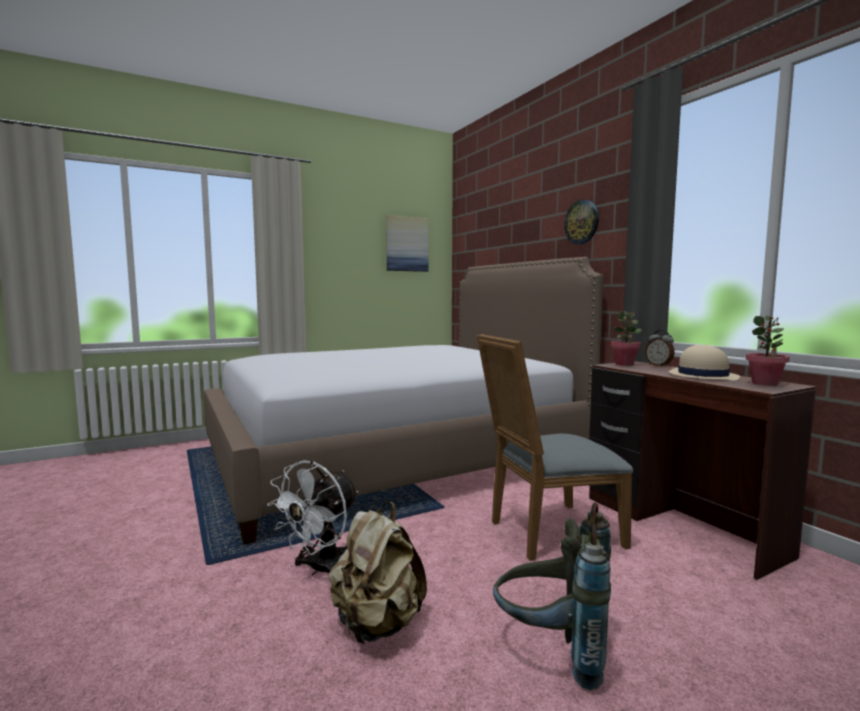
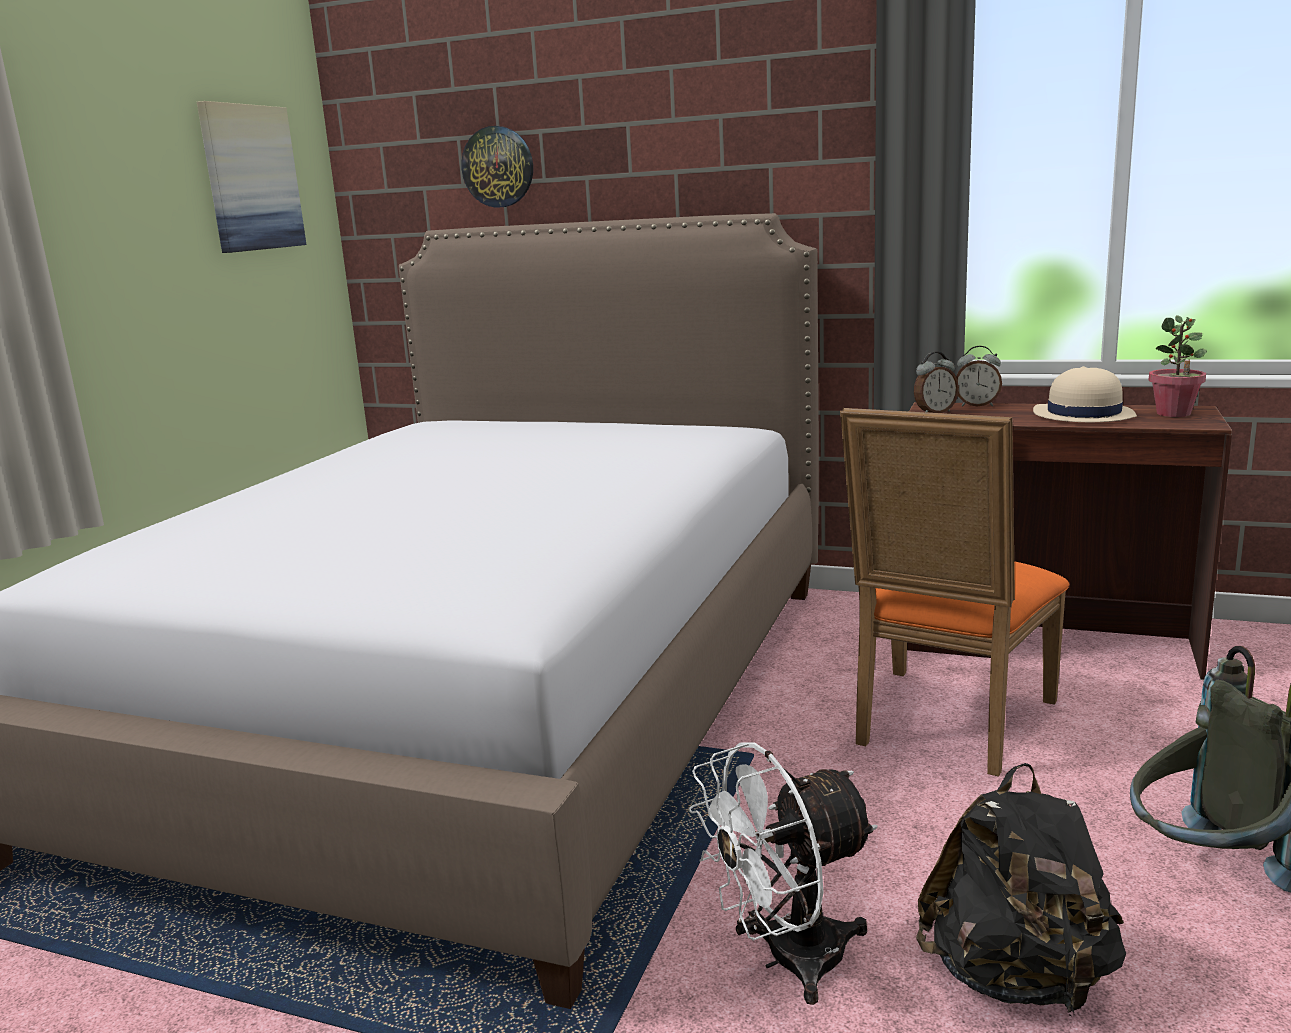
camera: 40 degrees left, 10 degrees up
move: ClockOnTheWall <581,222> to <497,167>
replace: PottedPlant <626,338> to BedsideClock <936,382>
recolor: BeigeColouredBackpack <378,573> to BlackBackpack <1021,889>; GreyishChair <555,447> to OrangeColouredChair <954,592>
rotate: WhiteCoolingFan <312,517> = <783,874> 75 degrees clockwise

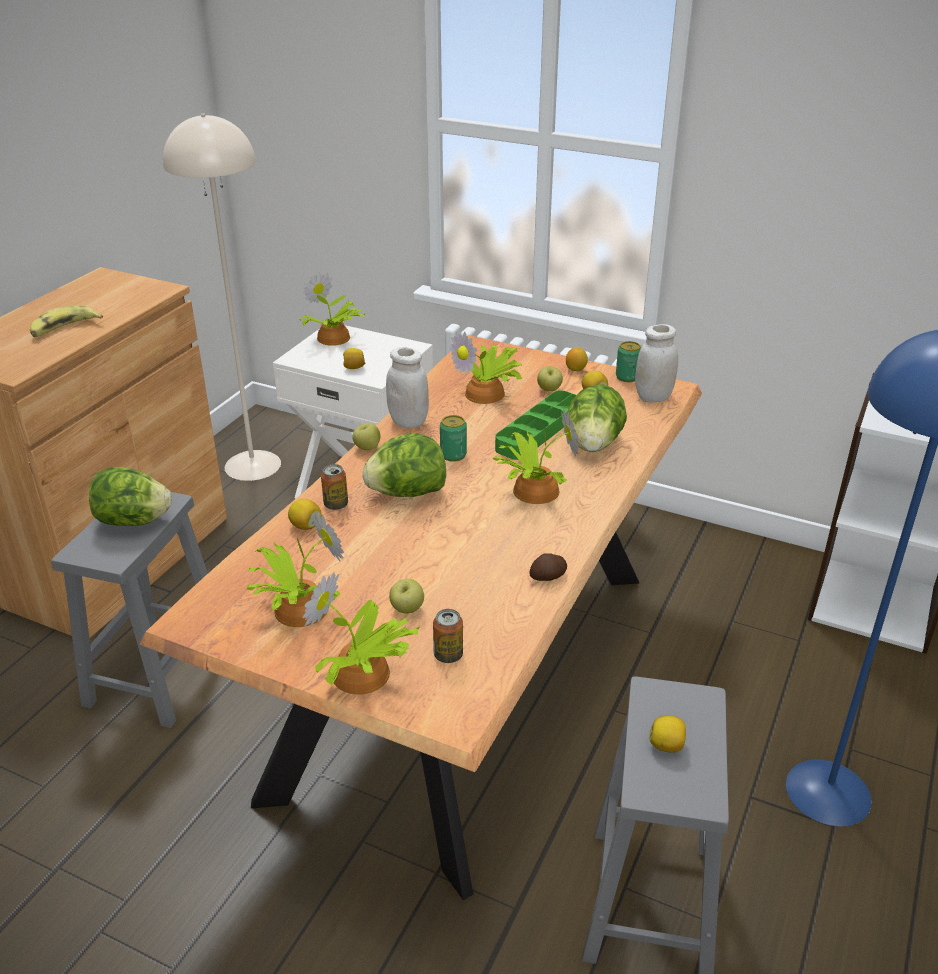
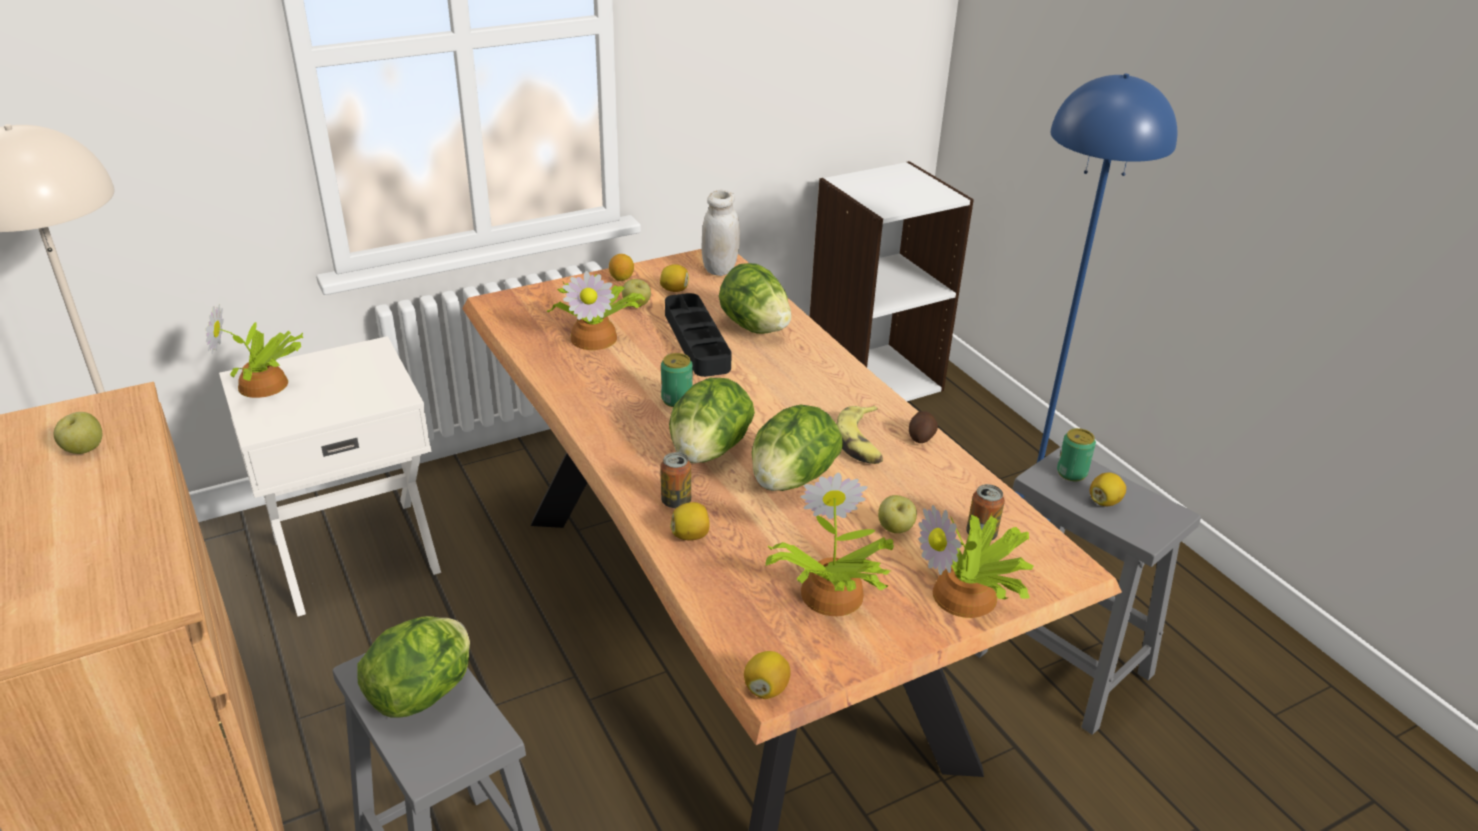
camera: 55 degrees left, 0 degrees up
delete: WhitePreserveJar <407,387>; PottedPlant <536,457>
insert: HeadOfLettuce <797,448>
move: Banana <66,321> to <859,435>; WholeLemon <354,358> to <767,675>; Apple <366,436> to <78,433>; SealedCan <628,361> to <1076,454>
recolor: GreenishTray <535,425> to BlackTray <698,335>

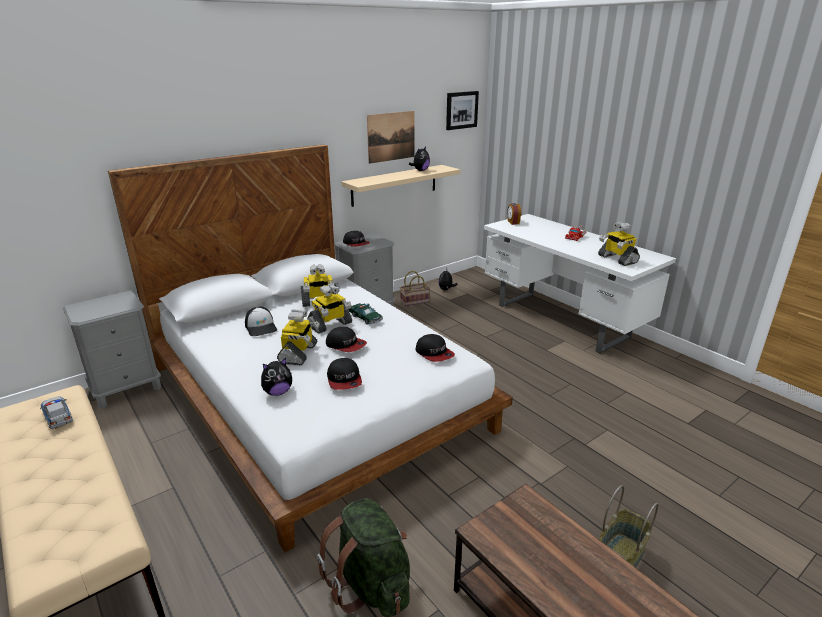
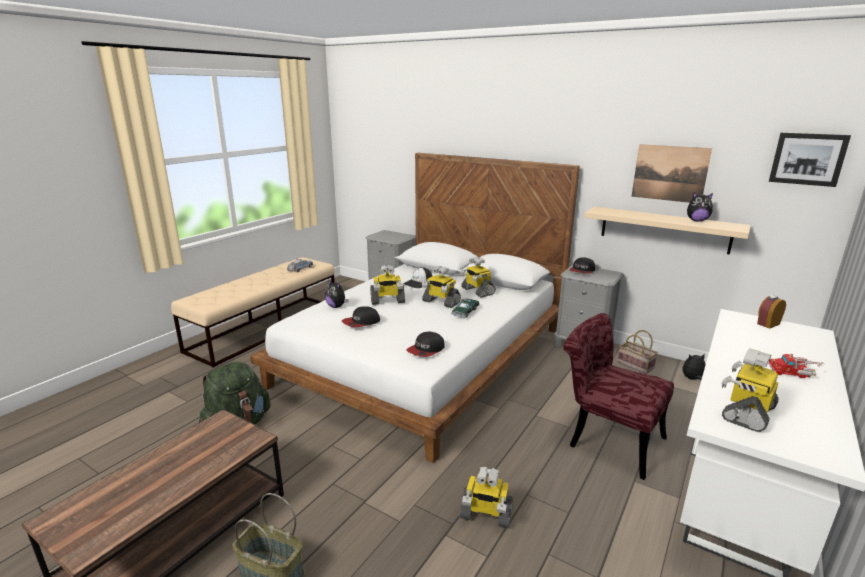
camera: 70 degrees right, 5 degrees down
delete: Cap <346,339>
insert: ToyRobot <486,498>; ReddishChair <618,396>

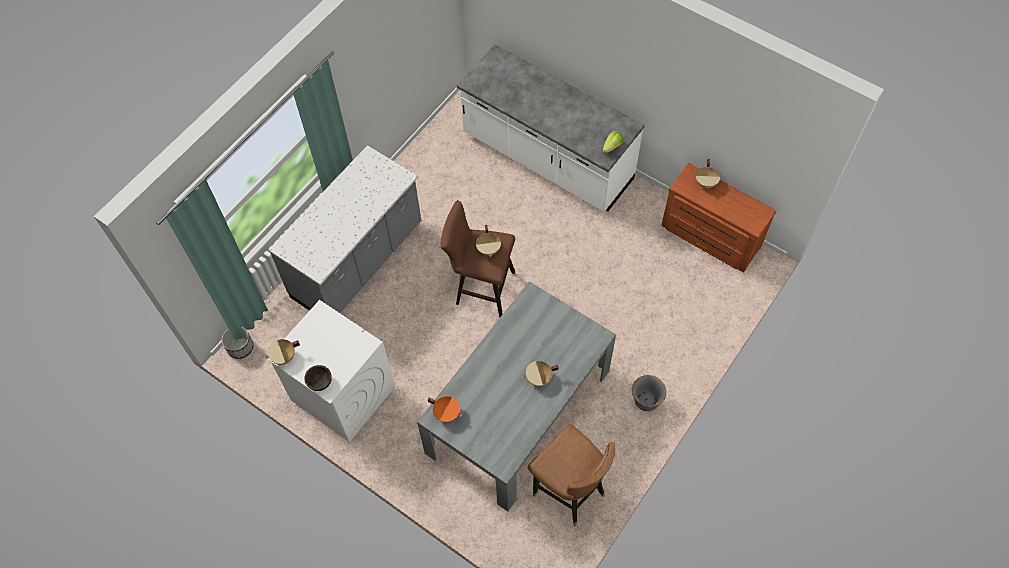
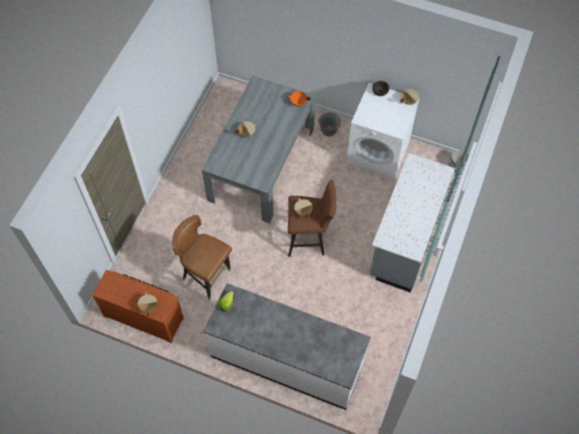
camera: 165 degrees right, 0 degrees up
move: BrownColouredChair <571,475> to <202,257>; GreyishPlantPot <649,393> to <330,124>

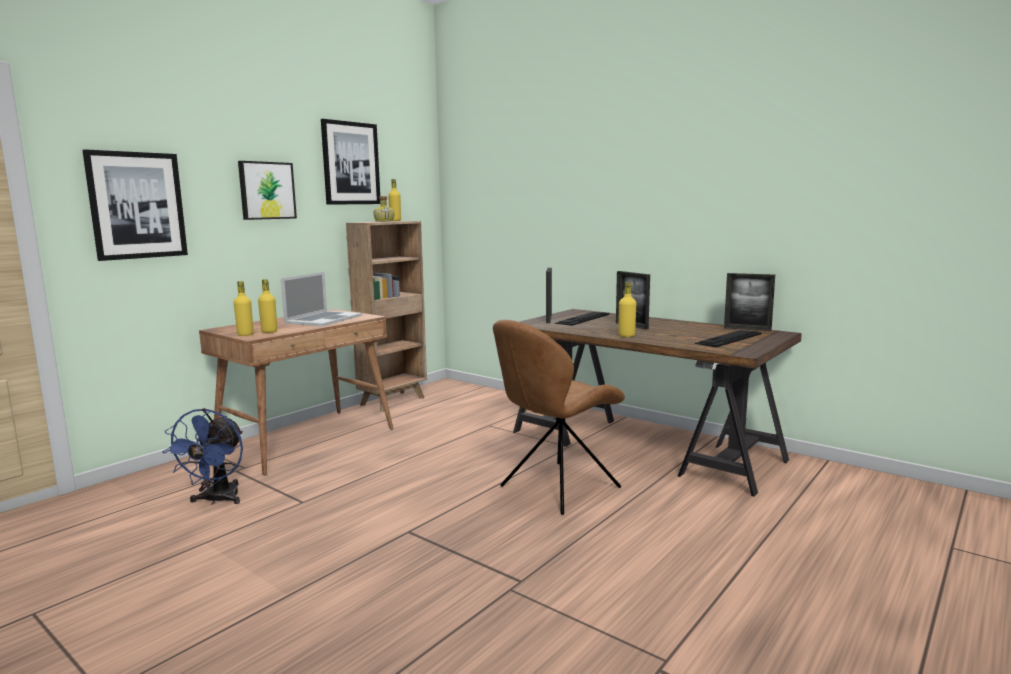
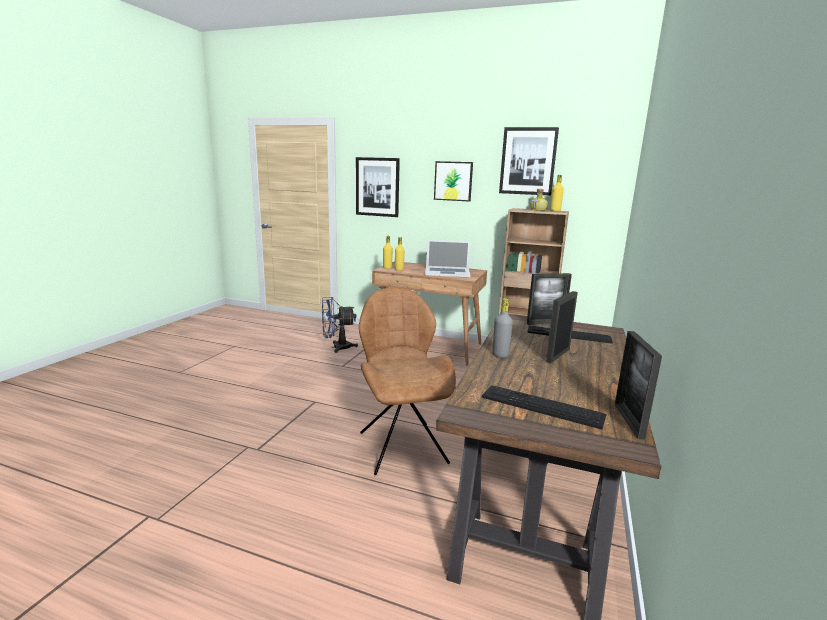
camera: 70 degrees right, 5 degrees up
recolor: YellowishBeverageBottle <627,309> to GreyishBeverageBottle <502,328>
rotate: BrownColouredChair <559,417> = <407,381> 45 degrees clockwise

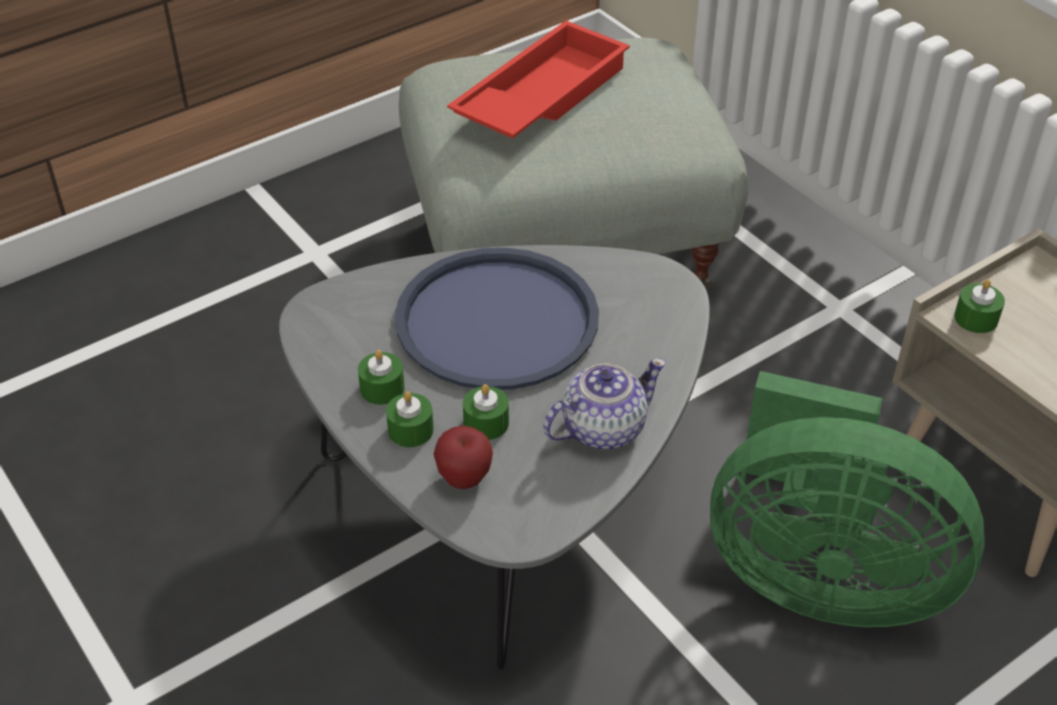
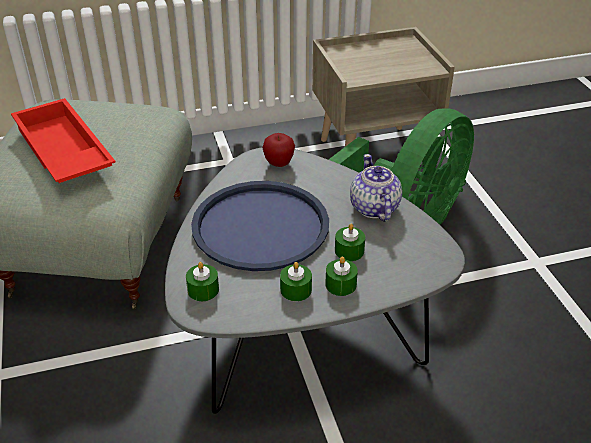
camera: 70 degrees left, 5 degrees down
move: Apple <463,457> to <278,150>; GreenishCandle <979,306> to <202,281>

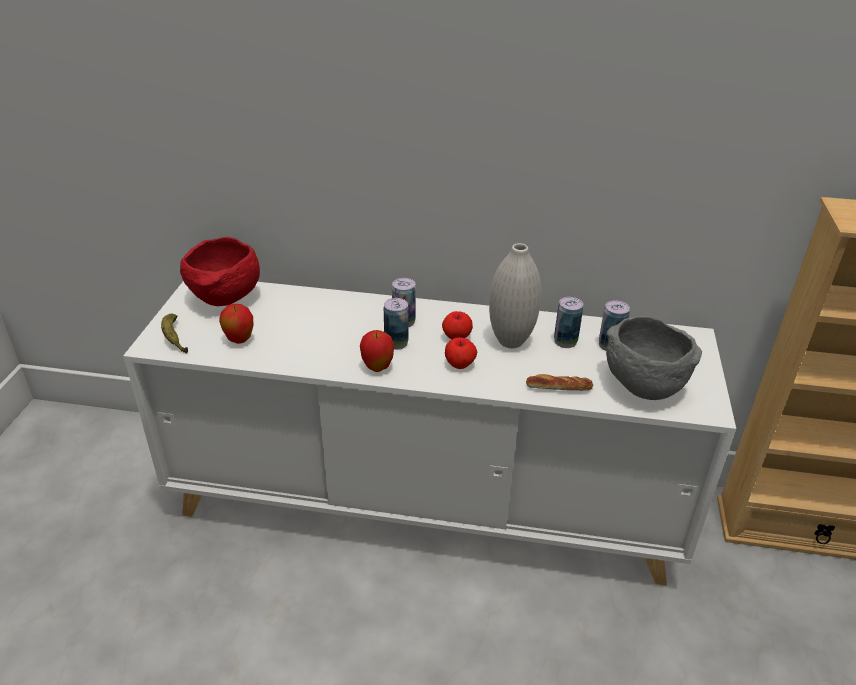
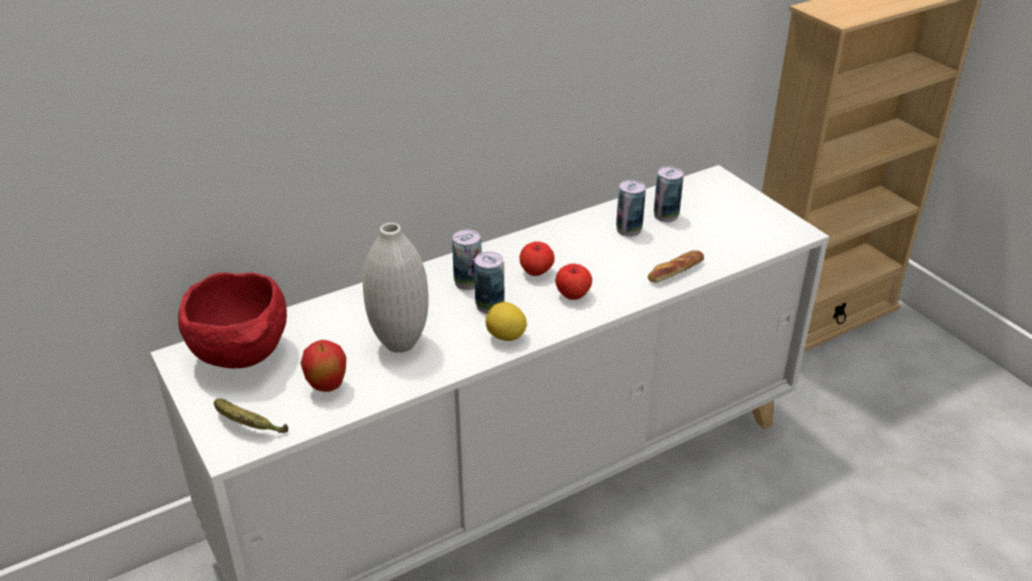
camera: 40 degrees left, 0 degrees up
delete: GreyishServingBowl <654,358>
move: WhiteVase <515,295> to <396,288>
replace: Apple <377,351> to WholeLemon <506,321>

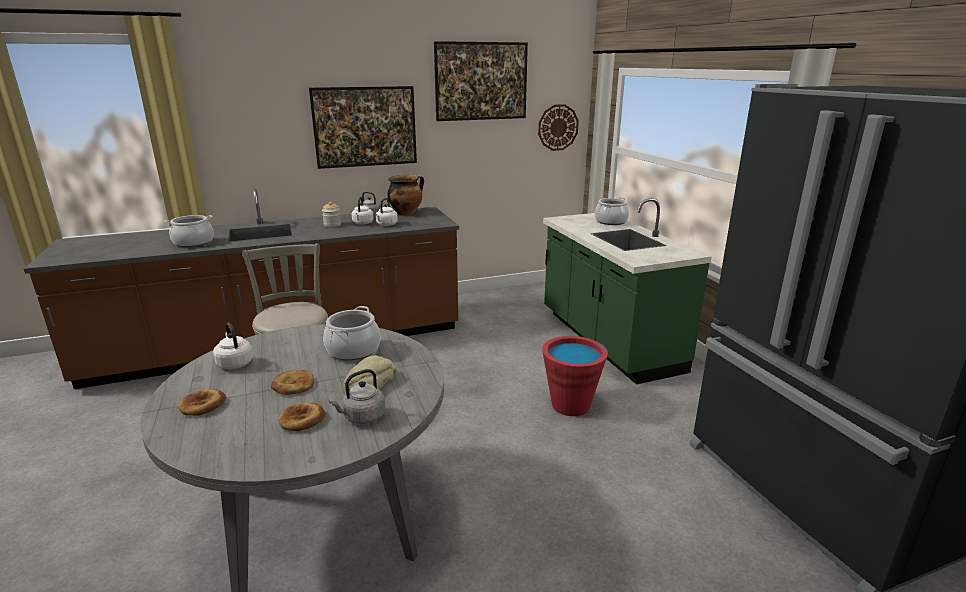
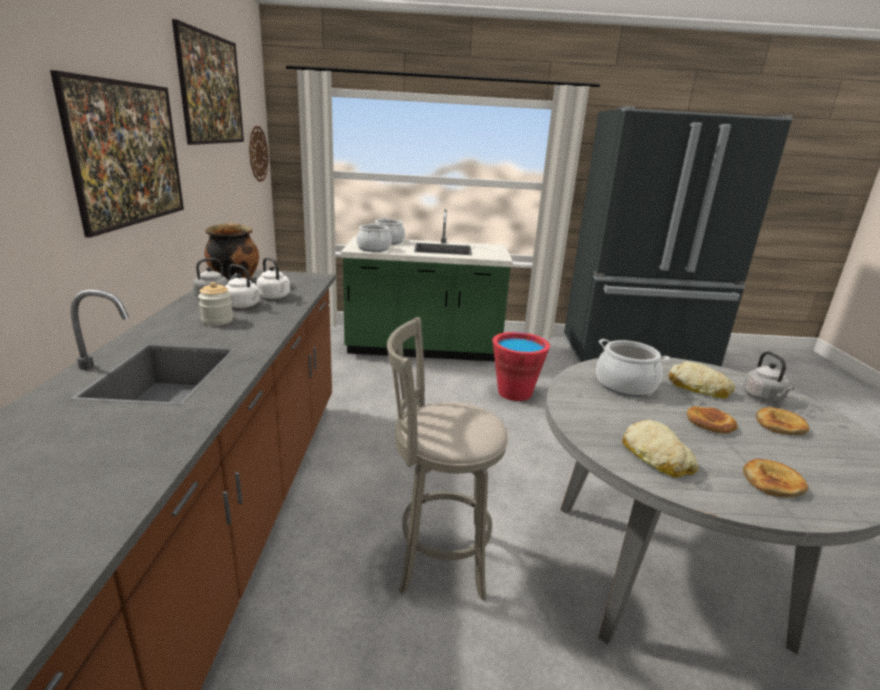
camera: 70 degrees left, 0 degrees up
move: CookingPot <189,231> to <374,237>
replace: WhiteTeaKettle <233,345> to BakedBread <660,448>

